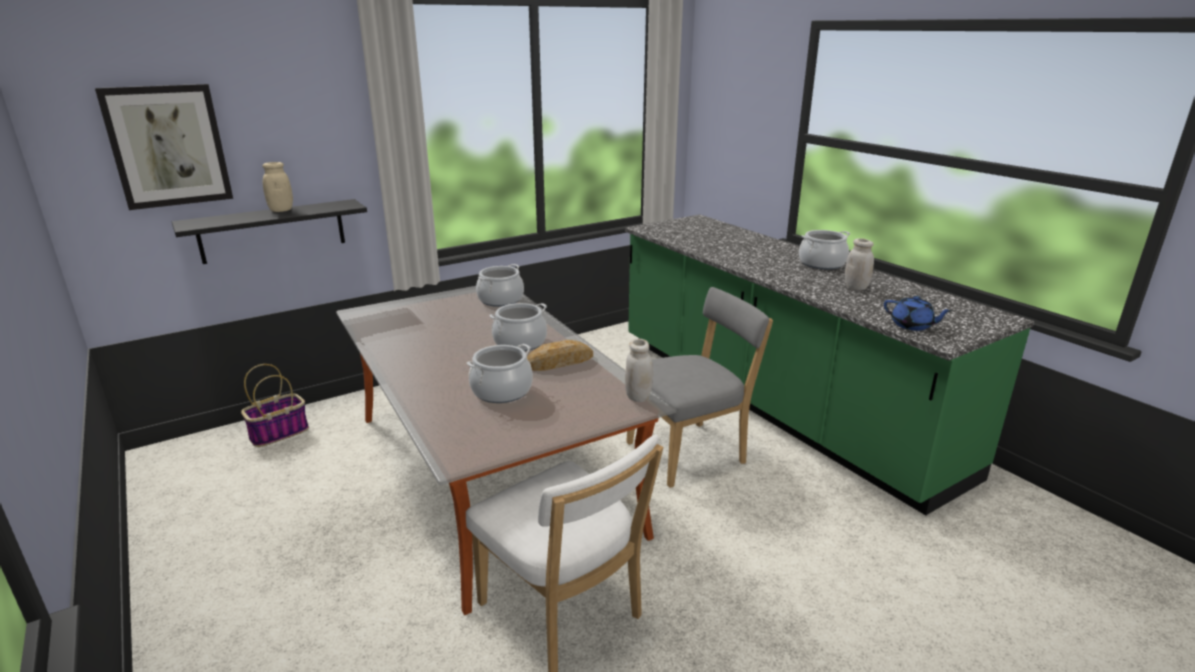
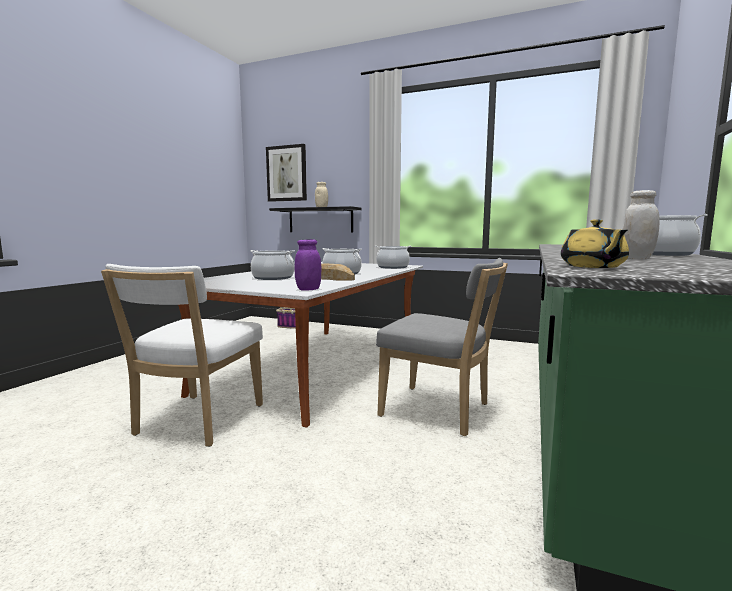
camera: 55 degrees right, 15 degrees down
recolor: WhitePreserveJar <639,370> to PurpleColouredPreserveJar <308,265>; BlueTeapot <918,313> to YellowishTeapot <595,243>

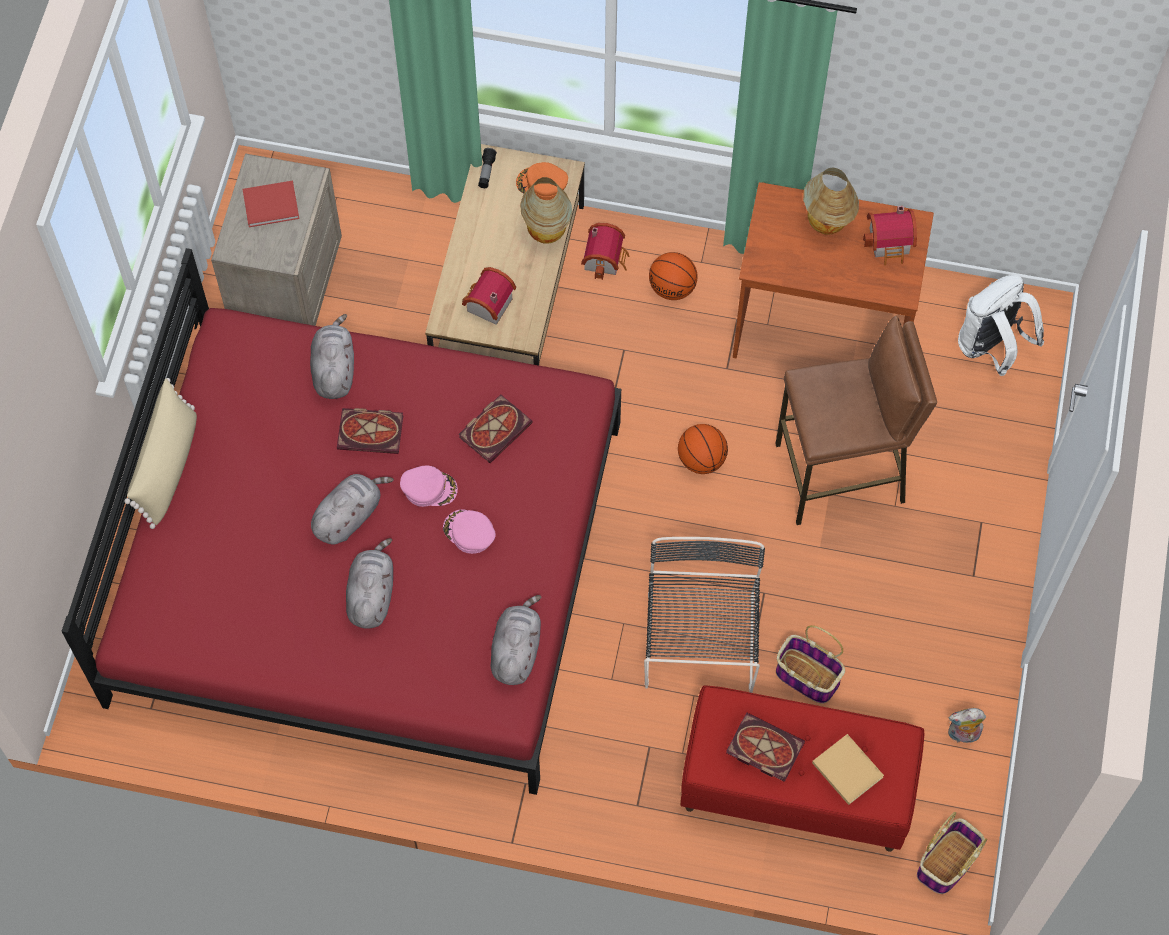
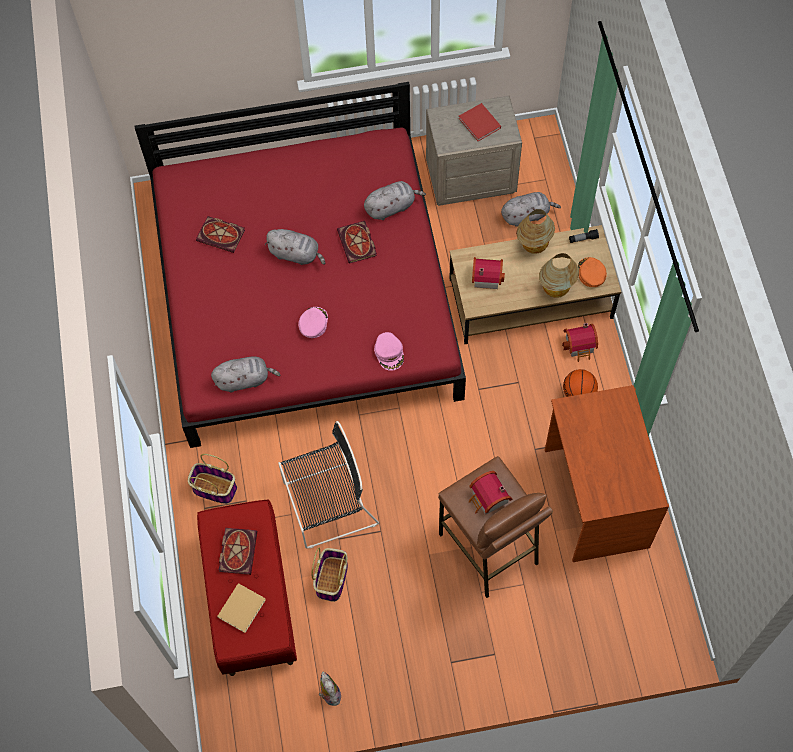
camera: 70 degrees right, 0 degrees up
delete: BeigeColouredPillow <160,453>; Basketball <703,449>; WhiteBackpack <1001,325>
move: GreyishPlushToy <369,583> to <531,209>; PinkCap <429,486> to <389,351>; Book <495,428> to <220,234>; TabletopLamp <831,201> to <535,231>; ModelHouse <890,236> to <490,493>; Basket <952,853> to <212,479>

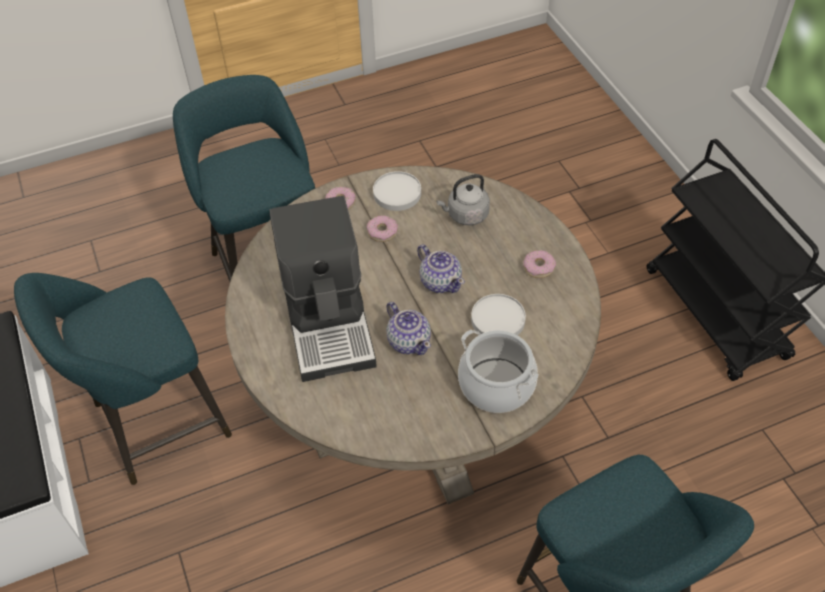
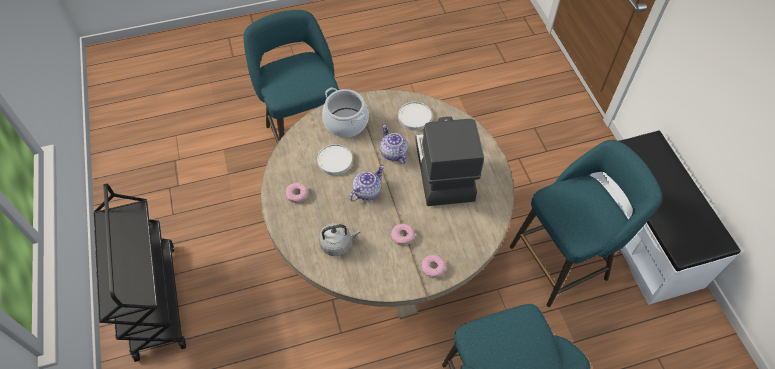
camera: 175 degrees left, 5 degrees up
move: WhiteFlatDish <397,191> to <415,116>
rotate: Teapot <441,269> = <366,183> 75 degrees clockwise

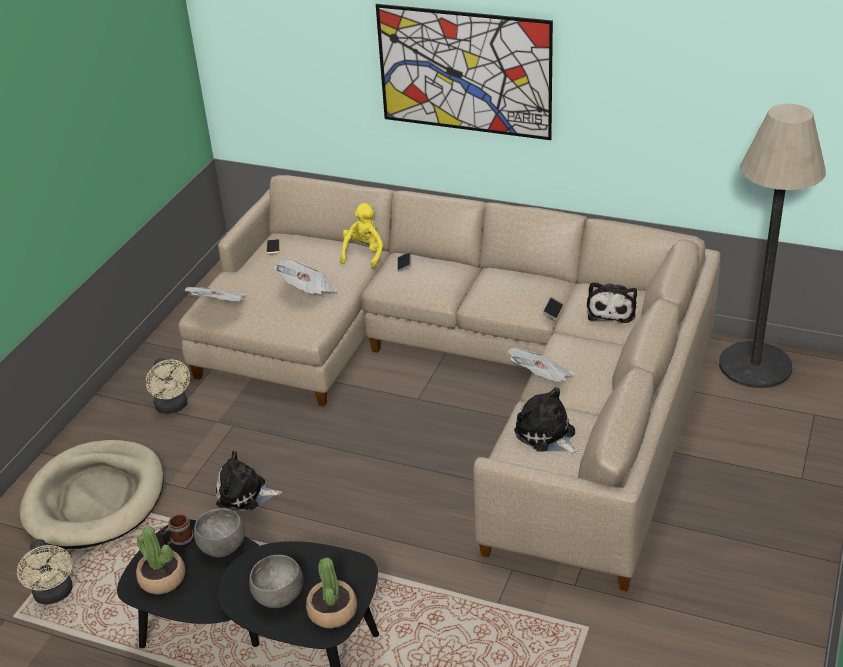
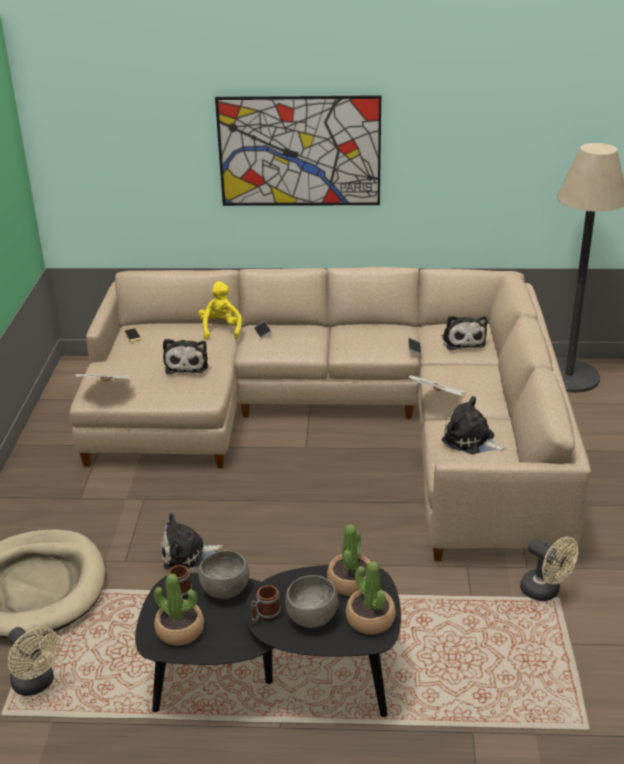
camera: 20 degrees left, 5 degrees down
insert: Mug <266,605>; PottedPlant <349,560>
move: BeigeColouredCoolingFan <168,386> to <549,569>
replace: DailyPaper <305,276> to PlushToy <185,356>

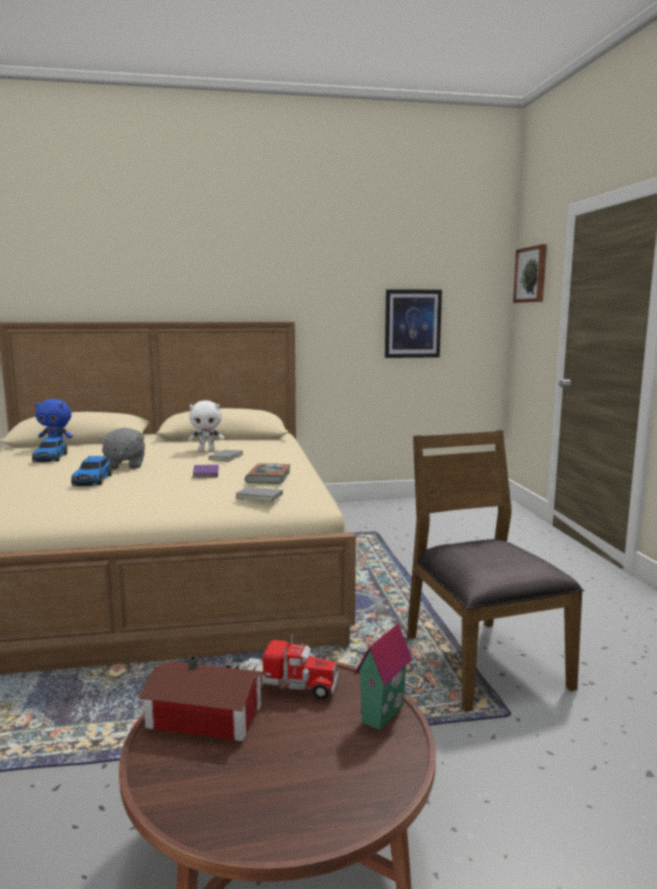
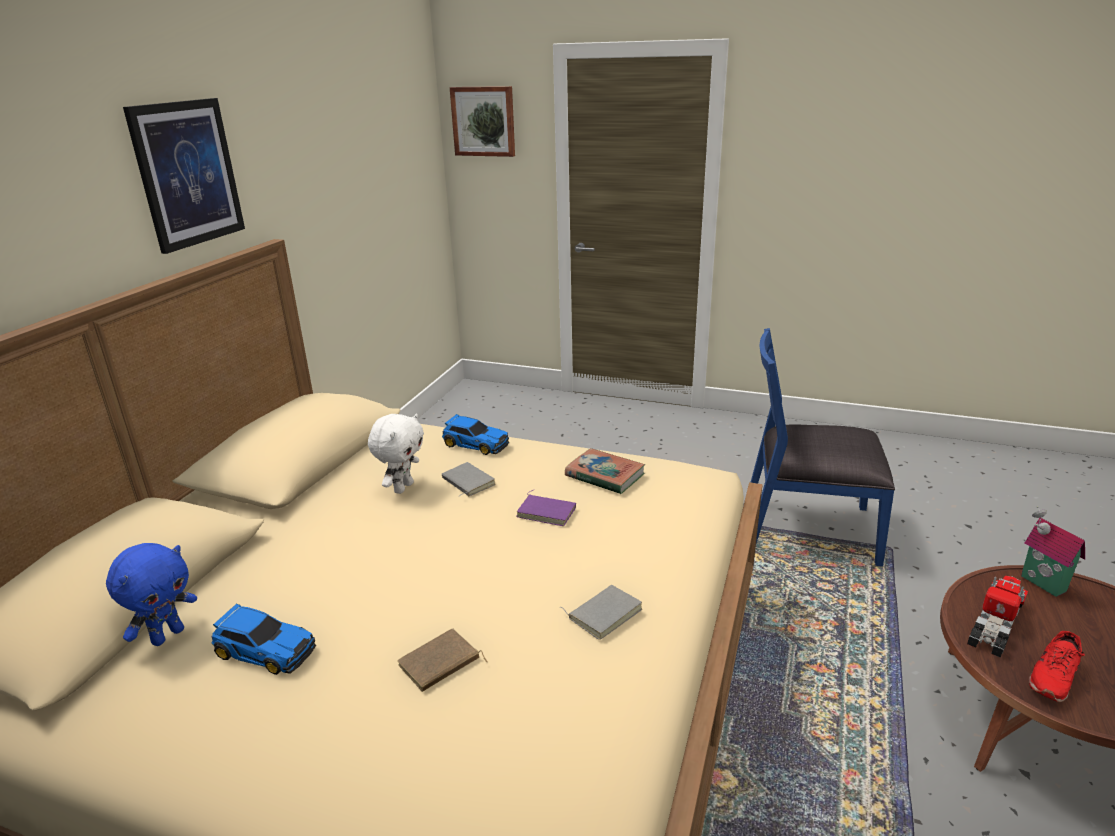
camera: 60 degrees left, 15 degrees up
delete: GreyishPlushToy <122,449>
insert: BrownColouredBook <442,660>
move: MiniatureCar <92,471> to <475,434>; GreyishBook <259,493> to <601,612>; WallArt <413,323> to <184,176>
replace: ModelHouse <201,698> to ReddishShoe <1057,666>
recolor: BrownColouredChair <495,571> to BlueChair <823,447>

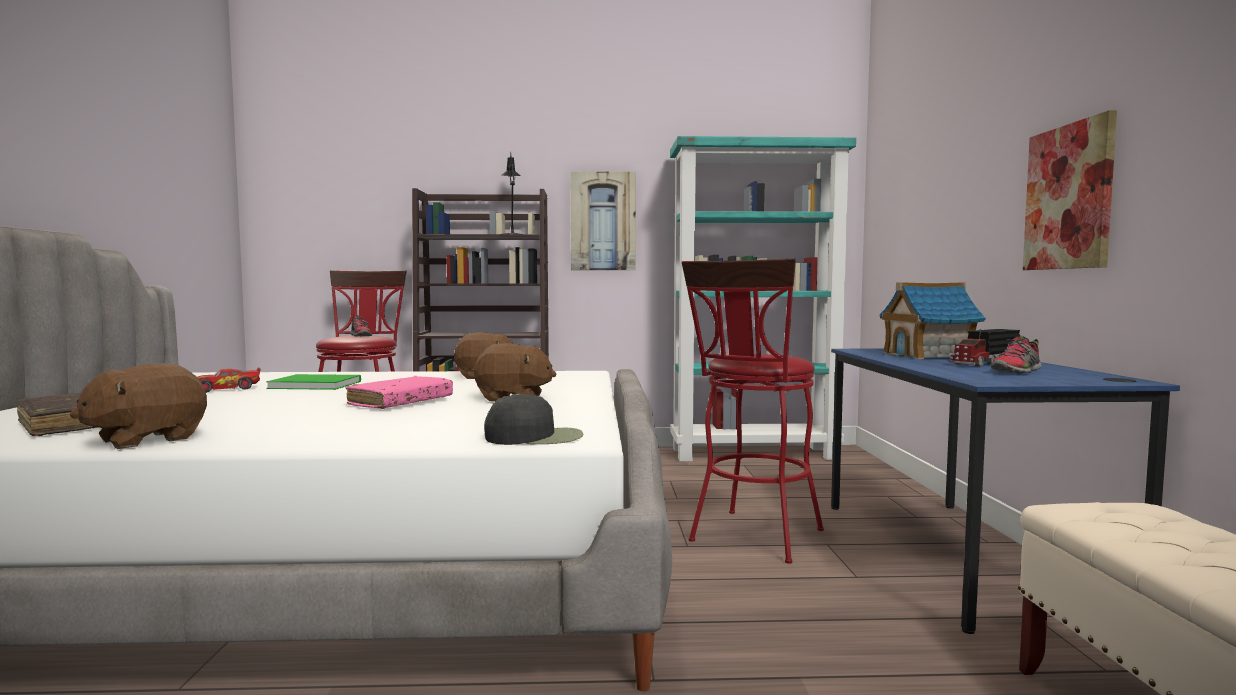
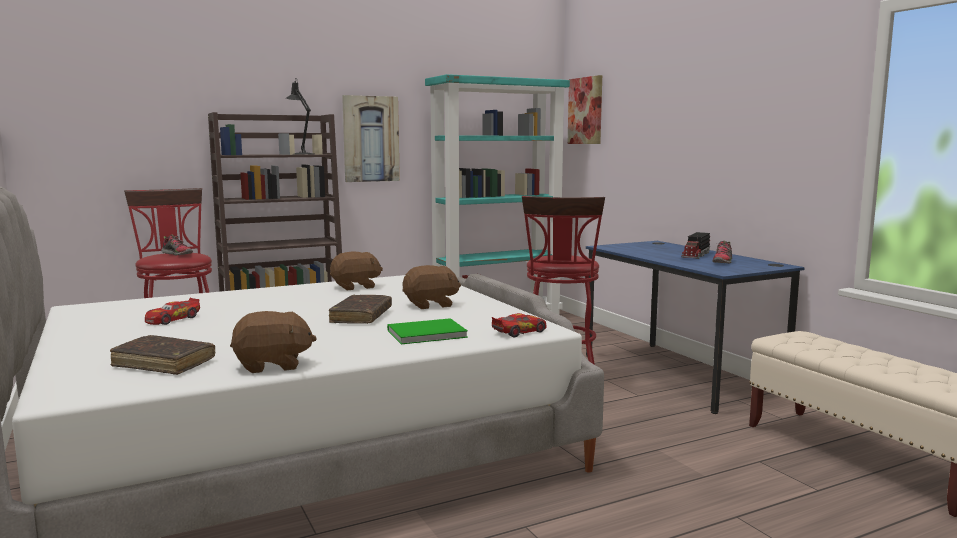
camera: 25 degrees left, 5 degrees up
delete: ModelHouse <932,320>
move: GreenishBook <313,382> to <427,331>; WallArt <1070,190> to <585,109>
replace: BlackCap <533,419> to MiniatureCar <519,325>
recolor: PinkBook <399,392> to BrownColouredBook <360,309>
rotate: BrownColouredPlushToy <138,406> = <273,342> 120 degrees counterclockwise

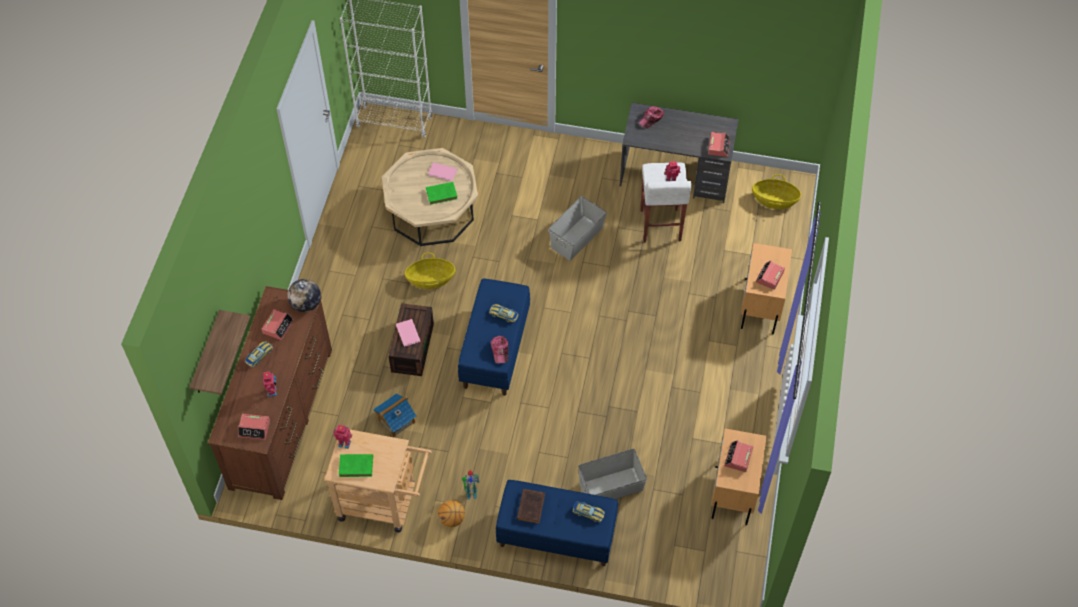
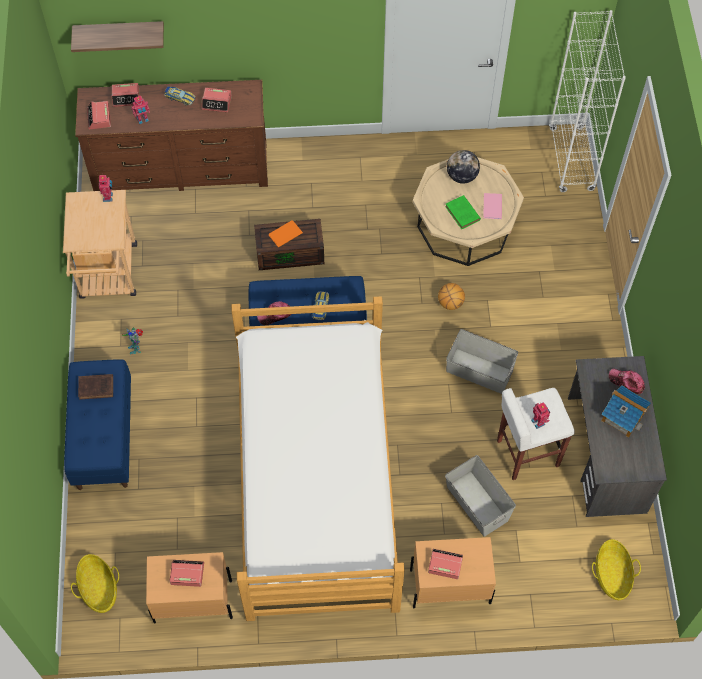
camera: 75 degrees right, 5 degrees up
delete: GreenishBook <356,465>; MiniatureCar <588,512>
insert: Bed <318,458>
move: DeskGlobe <304,295> to <463,167>; ModelHouse <394,415> to <626,411>; Basket <430,271> to <95,583>; Basketball <451,513> to <451,296>; GreyishStorageContainer <612,474> to <480,496>; BedsideClock <719,144> to <125,95>
recolor: PinkBook <408,333> to OrangeColouredBook <286,233>

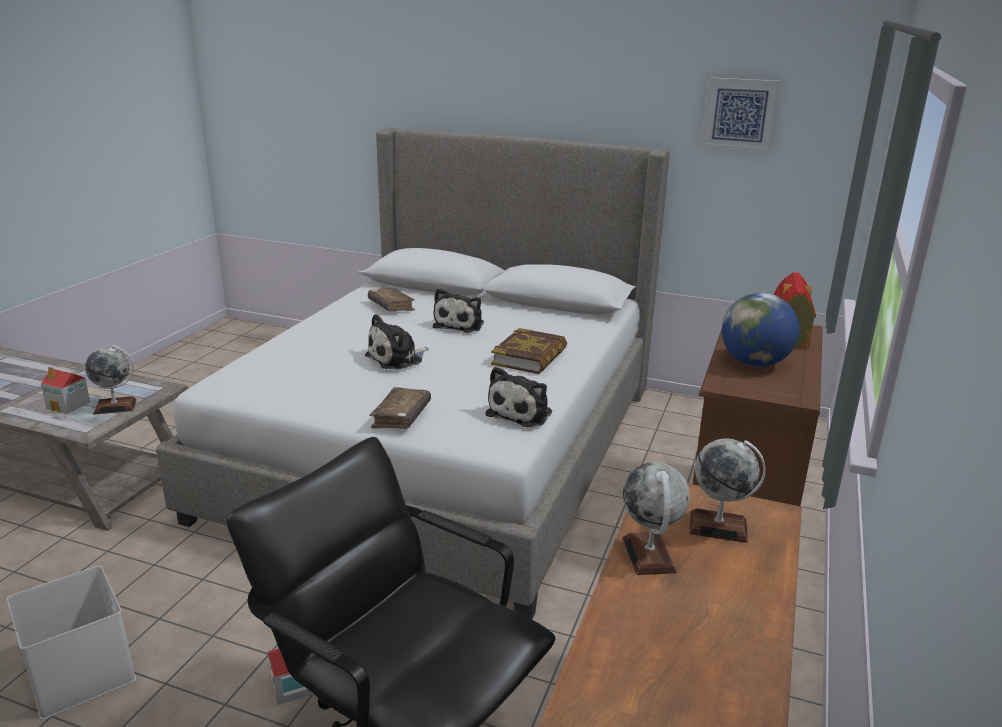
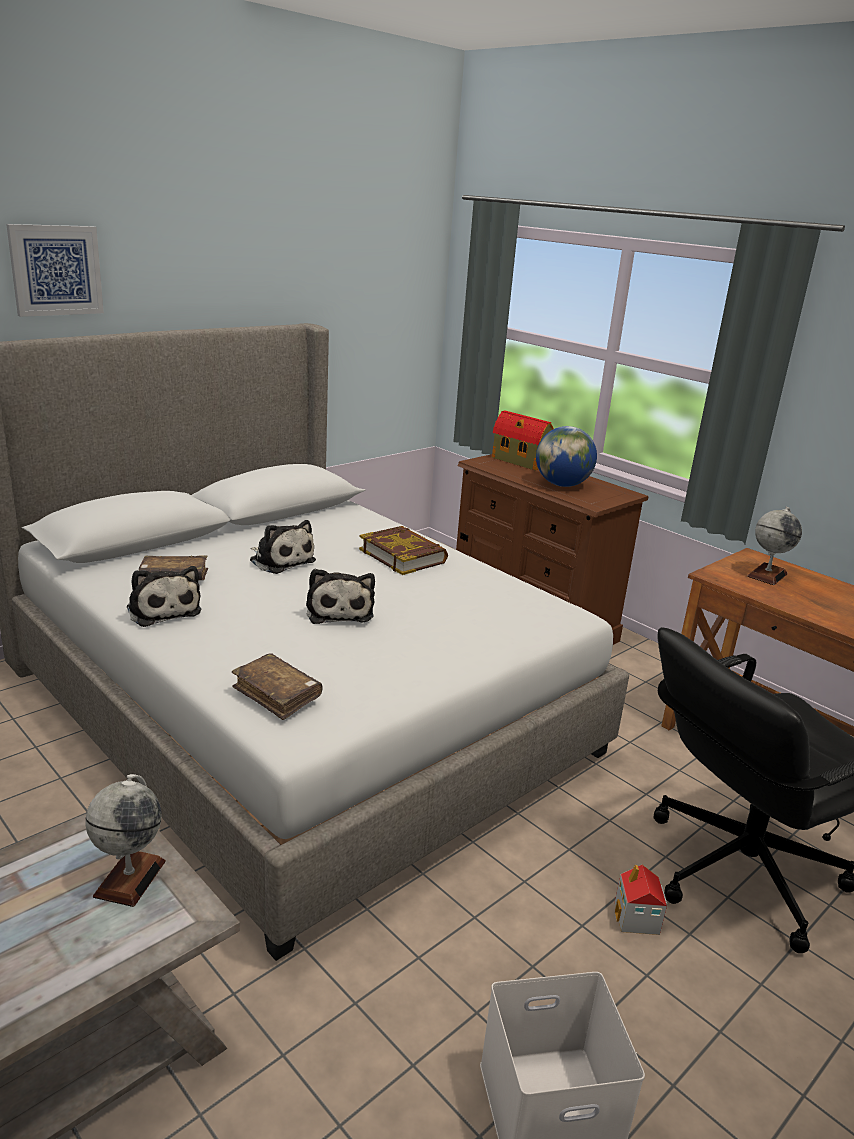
camera: 65 degrees left, 0 degrees up
delete: ModelHouse <65,390>; DeskGlobe <656,518>
move: BrownColouredBook <400,408> to <277,686>; PlushToy <519,397> to <164,596>; WallArt <740,114> to <55,270>

